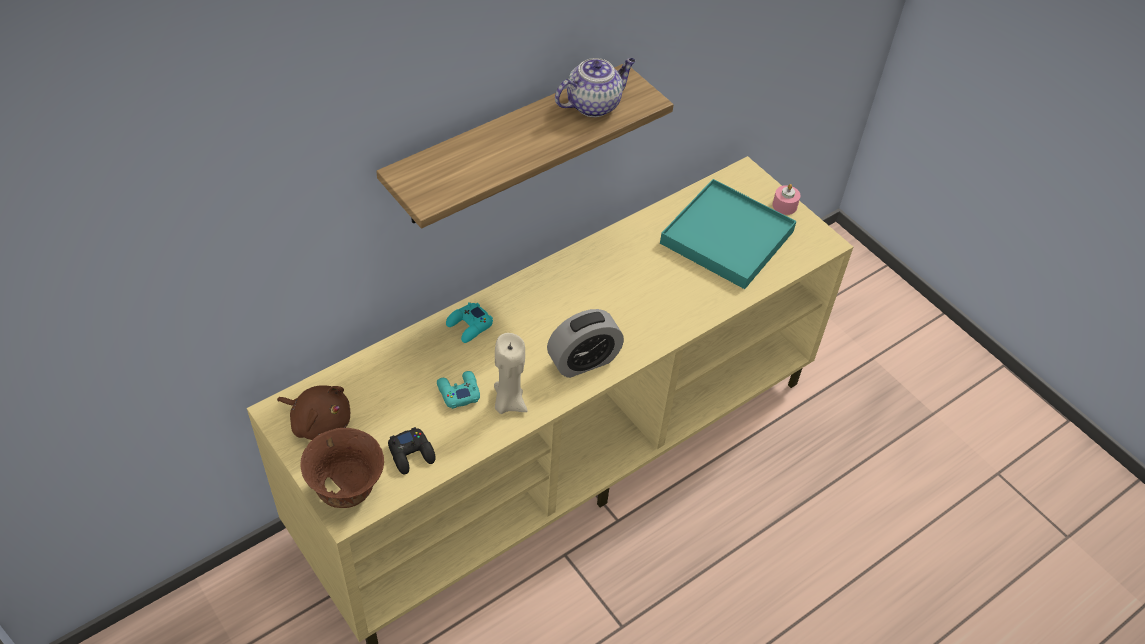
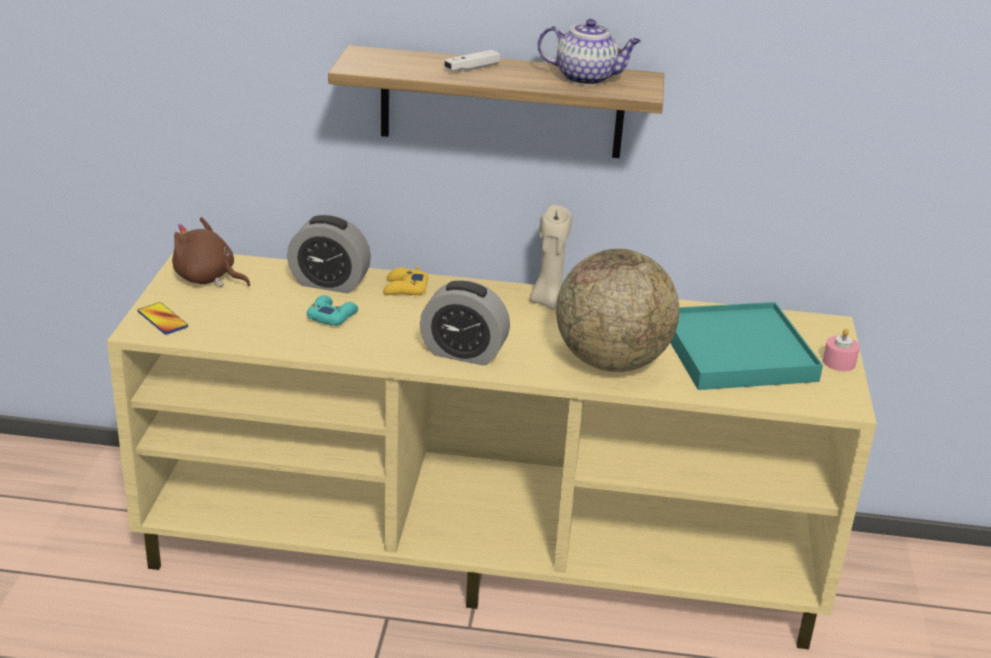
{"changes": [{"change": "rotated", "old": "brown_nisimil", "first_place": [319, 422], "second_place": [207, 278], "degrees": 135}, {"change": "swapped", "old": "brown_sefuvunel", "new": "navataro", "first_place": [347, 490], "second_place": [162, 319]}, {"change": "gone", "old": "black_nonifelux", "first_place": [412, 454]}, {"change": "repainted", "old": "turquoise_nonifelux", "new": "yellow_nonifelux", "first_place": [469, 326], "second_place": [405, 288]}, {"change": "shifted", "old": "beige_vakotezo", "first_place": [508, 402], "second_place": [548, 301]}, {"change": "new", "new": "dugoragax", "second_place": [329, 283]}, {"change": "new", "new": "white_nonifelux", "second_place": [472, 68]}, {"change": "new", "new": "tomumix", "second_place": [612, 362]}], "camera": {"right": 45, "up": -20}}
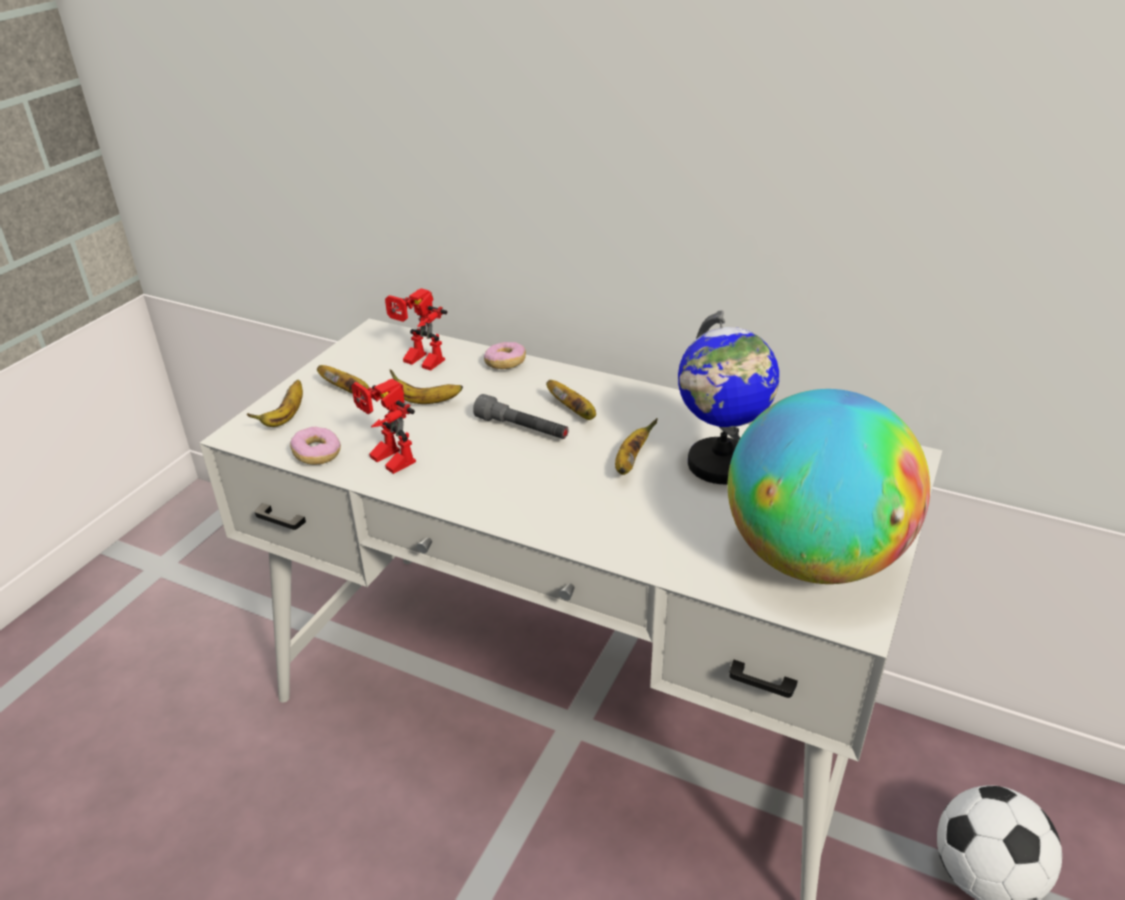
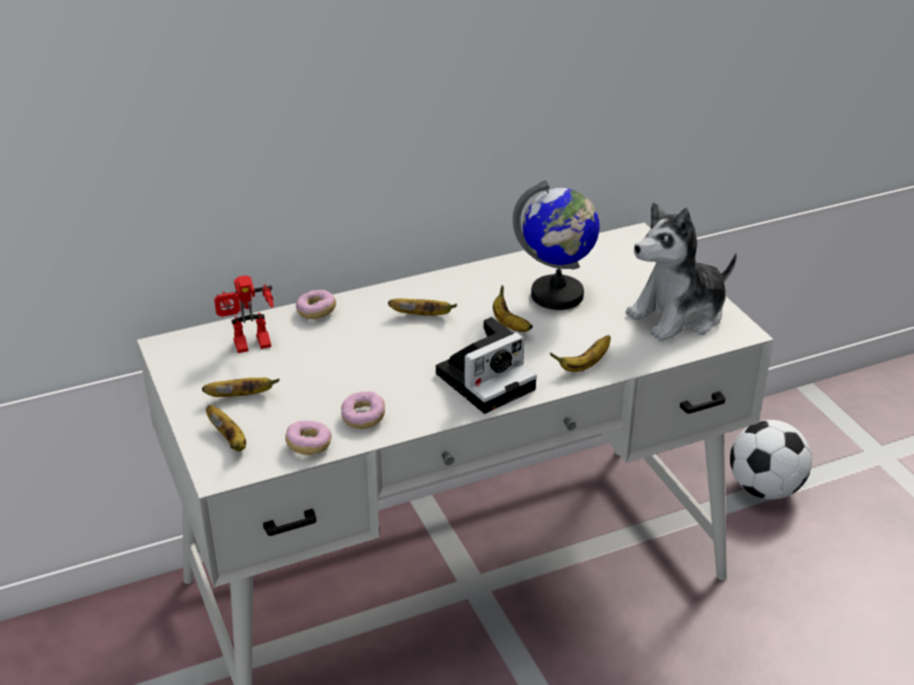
{"changes": [{"change": "swapped", "old": "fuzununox", "new": "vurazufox", "first_place": [385, 460], "second_place": [363, 418]}, {"change": "shifted", "old": "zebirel", "first_place": [425, 401], "second_place": [584, 365]}, {"change": "gone", "old": "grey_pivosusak", "first_place": [522, 429]}, {"change": "swapped", "old": "tomumix", "new": "nisimil", "first_place": [813, 559], "second_place": [678, 315]}, {"change": "new", "new": "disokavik", "second_place": [487, 379]}], "camera": {"right": -50, "up": 0}}
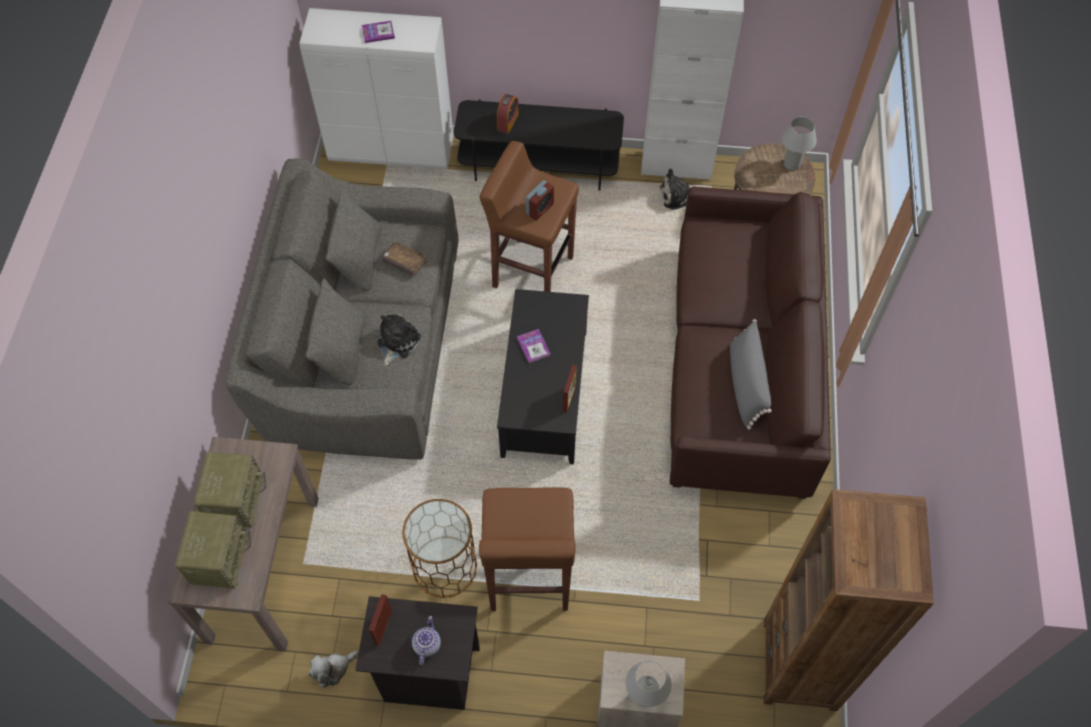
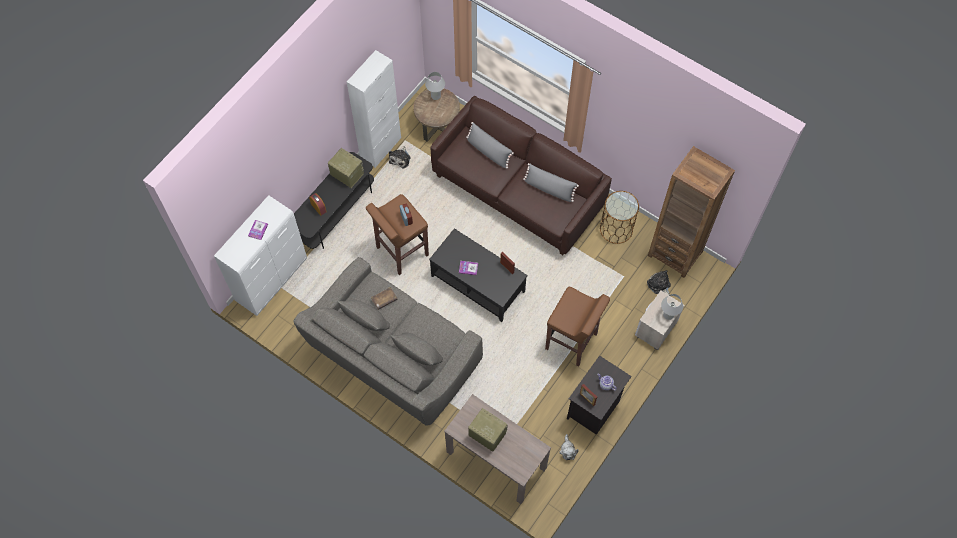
{"changes": [{"change": "shifted", "old": "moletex", "first_place": [219, 559], "second_place": [346, 174]}, {"change": "shifted", "old": "nisimil", "first_place": [397, 342], "second_place": [659, 285]}, {"change": "shifted", "old": "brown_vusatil", "first_place": [445, 567], "second_place": [616, 229]}, {"change": "new", "new": "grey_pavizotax", "second_place": [488, 151]}], "camera": {"right": -60, "up": 5}}
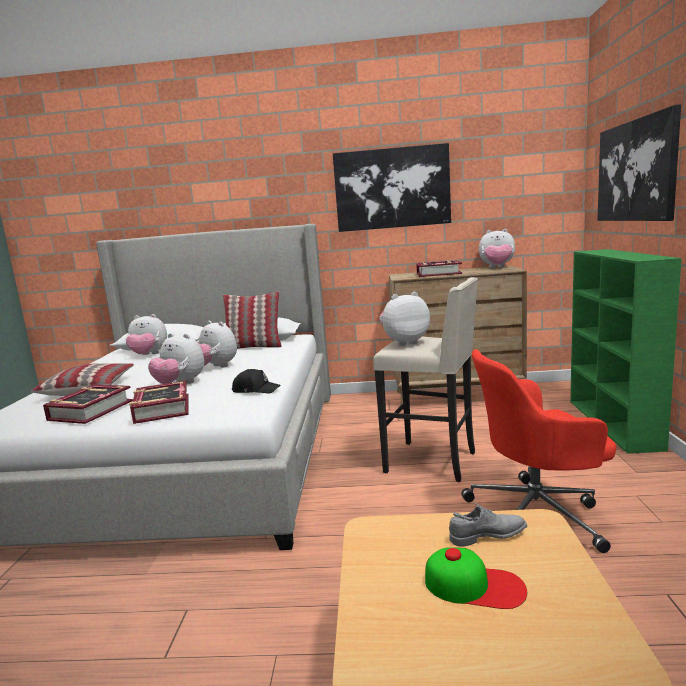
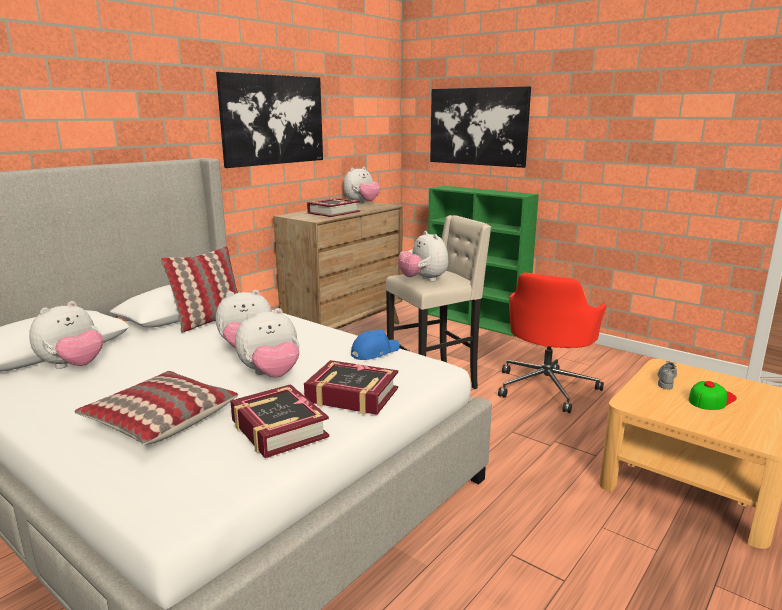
{"changes": [{"change": "repainted", "old": "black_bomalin", "new": "blue_bomalin", "first_place": [255, 390], "second_place": [374, 352]}, {"change": "rotated", "old": "nisimil", "first_place": [404, 342], "second_place": [423, 280], "degrees": -45}], "camera": {"right": -55, "up": 5}}
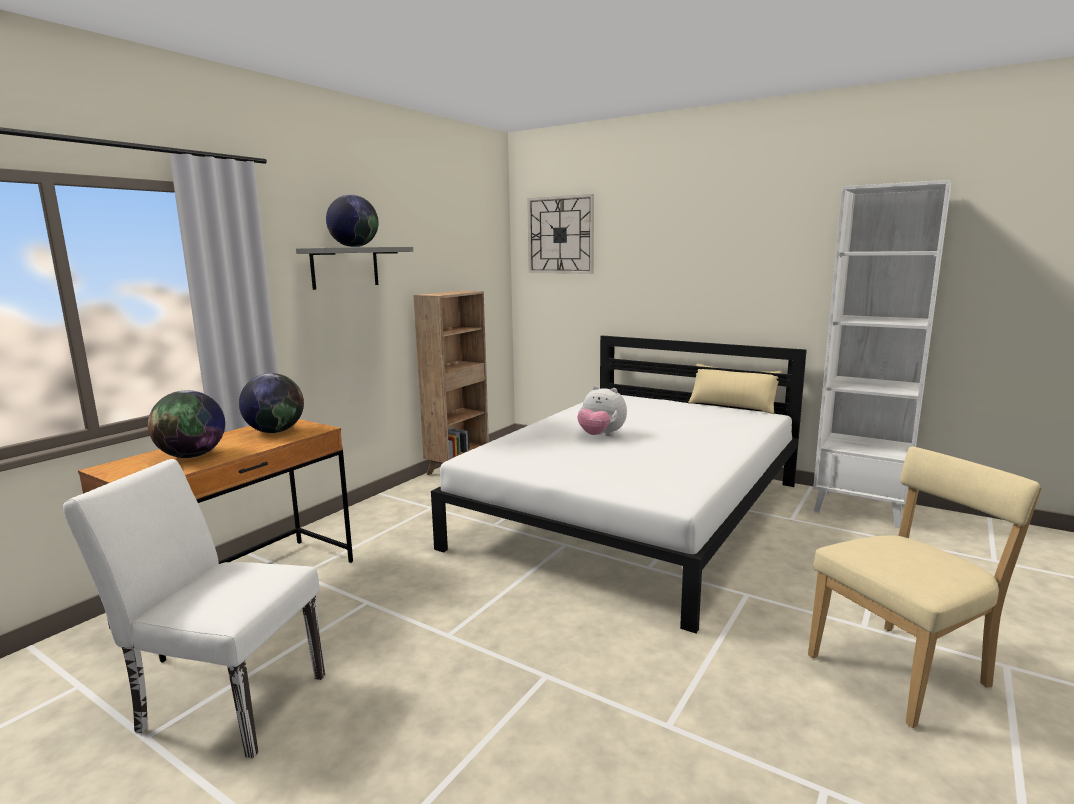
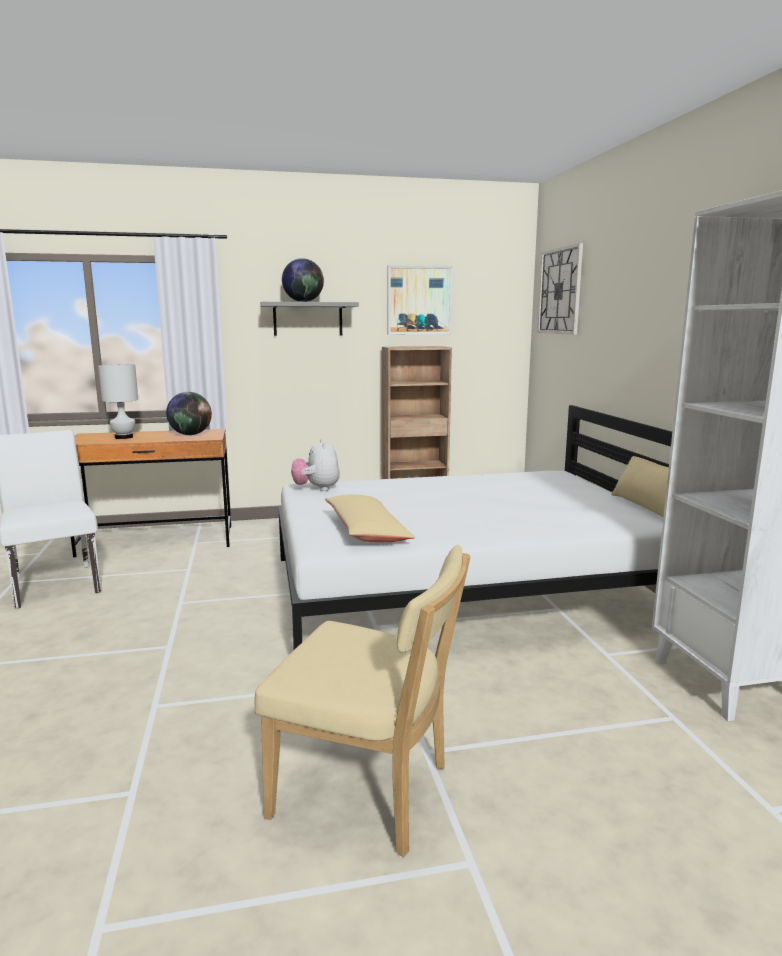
{"changes": [{"change": "swapped", "old": "tomumix", "new": "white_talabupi", "first_place": [192, 456], "second_place": [124, 437]}, {"change": "shifted", "old": "nisimil", "first_place": [601, 436], "second_place": [316, 489]}, {"change": "new", "new": "beige_pavizotax", "second_place": [366, 531]}, {"change": "new", "new": "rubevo", "second_place": [419, 300]}], "camera": {"right": 45, "up": 0}}
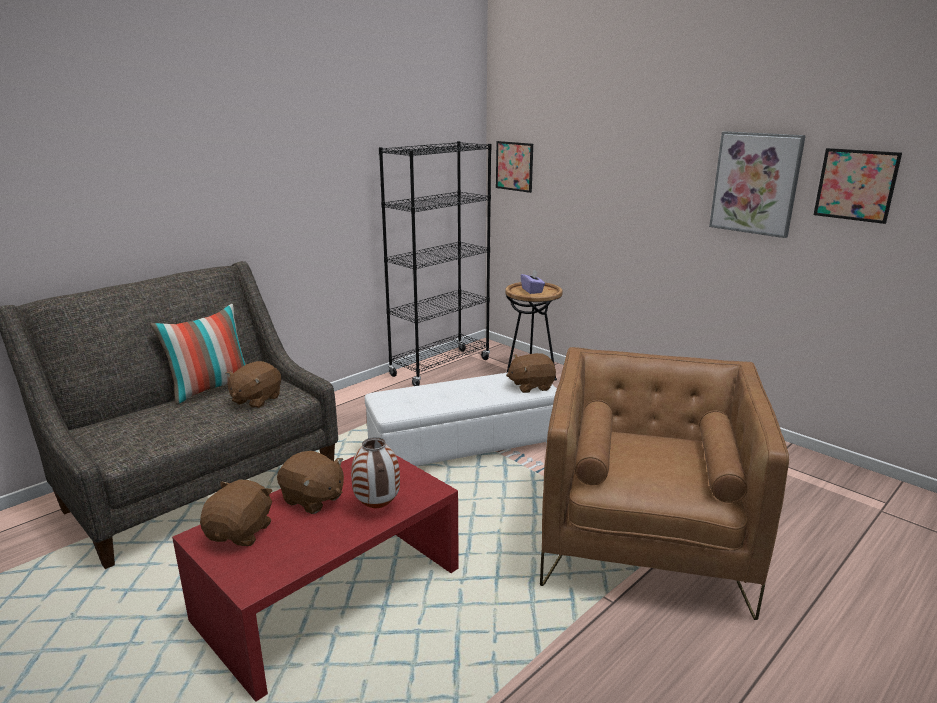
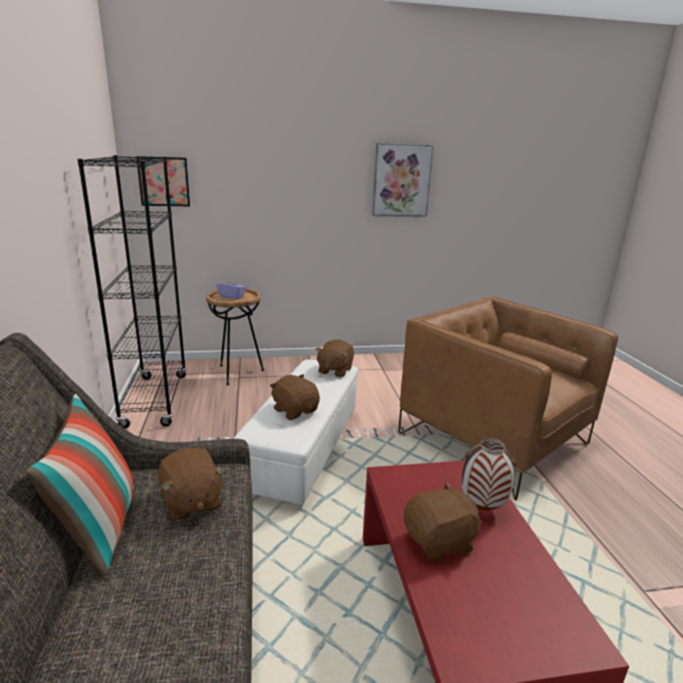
{"changes": [{"change": "shifted", "old": "brown_nisimil", "first_place": [241, 532], "second_place": [295, 410]}, {"change": "gone", "old": "rubevo", "first_place": [856, 185]}], "camera": {"right": -55, "up": 0}}
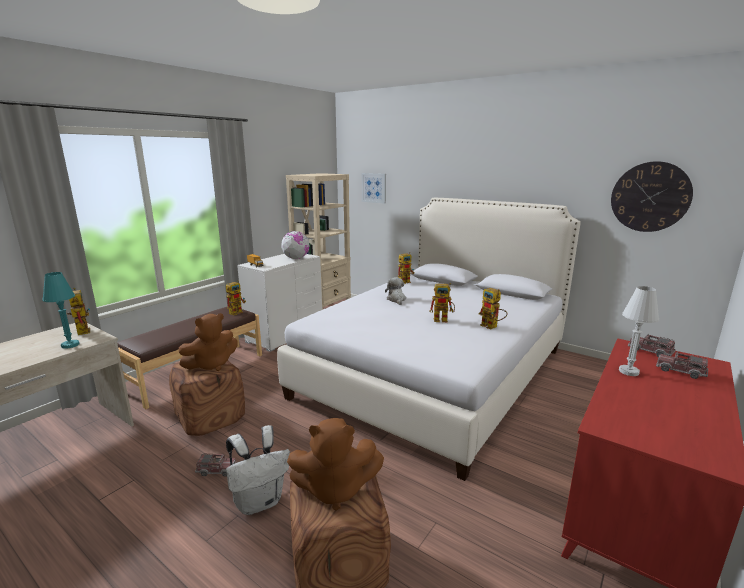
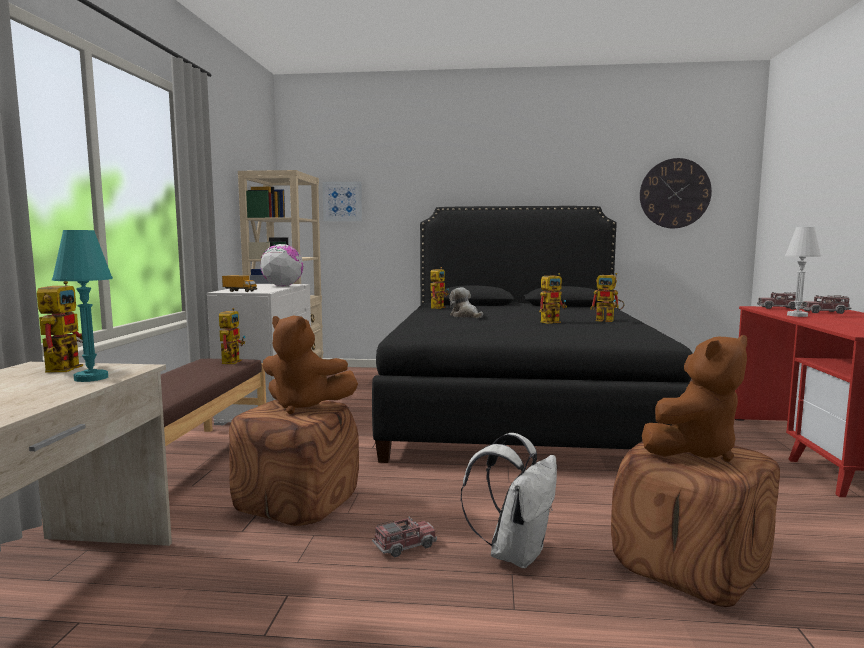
{"changes": [{"change": "rotated", "old": "fuzununox", "first_place": [81, 330], "second_place": [65, 367], "degrees": 60}, {"change": "rotated", "old": "brown_nisimil", "first_place": [211, 364], "second_place": [304, 406], "degrees": 90}, {"change": "repainted", "old": "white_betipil", "new": "black_betipil", "first_place": [435, 372], "second_place": [518, 407]}], "camera": {"right": -30, "up": -10}}
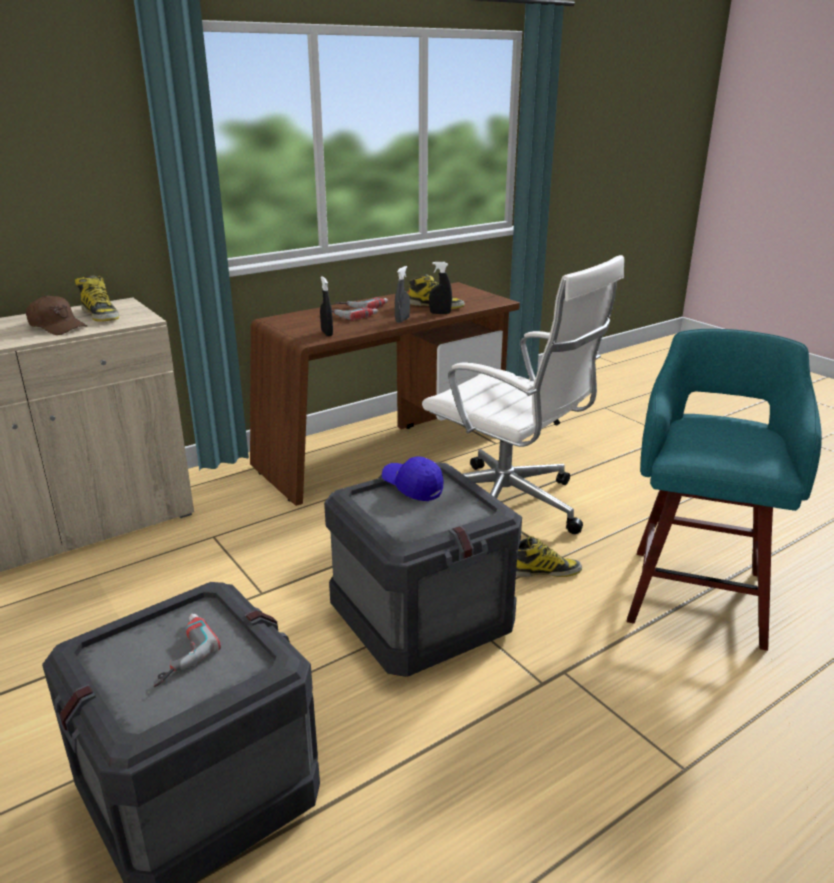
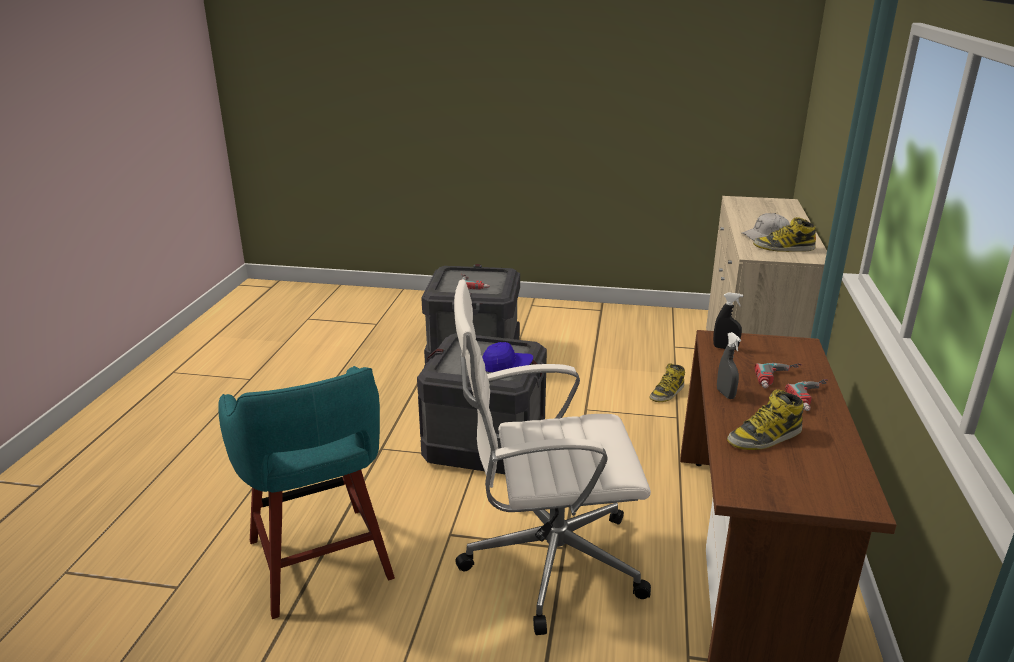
{"changes": [{"change": "repainted", "old": "brown_bomalin", "new": "white_bomalin", "first_place": [57, 326], "second_place": [765, 235]}, {"change": "gone", "old": "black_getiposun", "first_place": [440, 313]}, {"change": "shifted", "old": "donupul", "first_place": [544, 571], "second_place": [667, 393]}], "camera": {"right": 135, "up": 0}}
